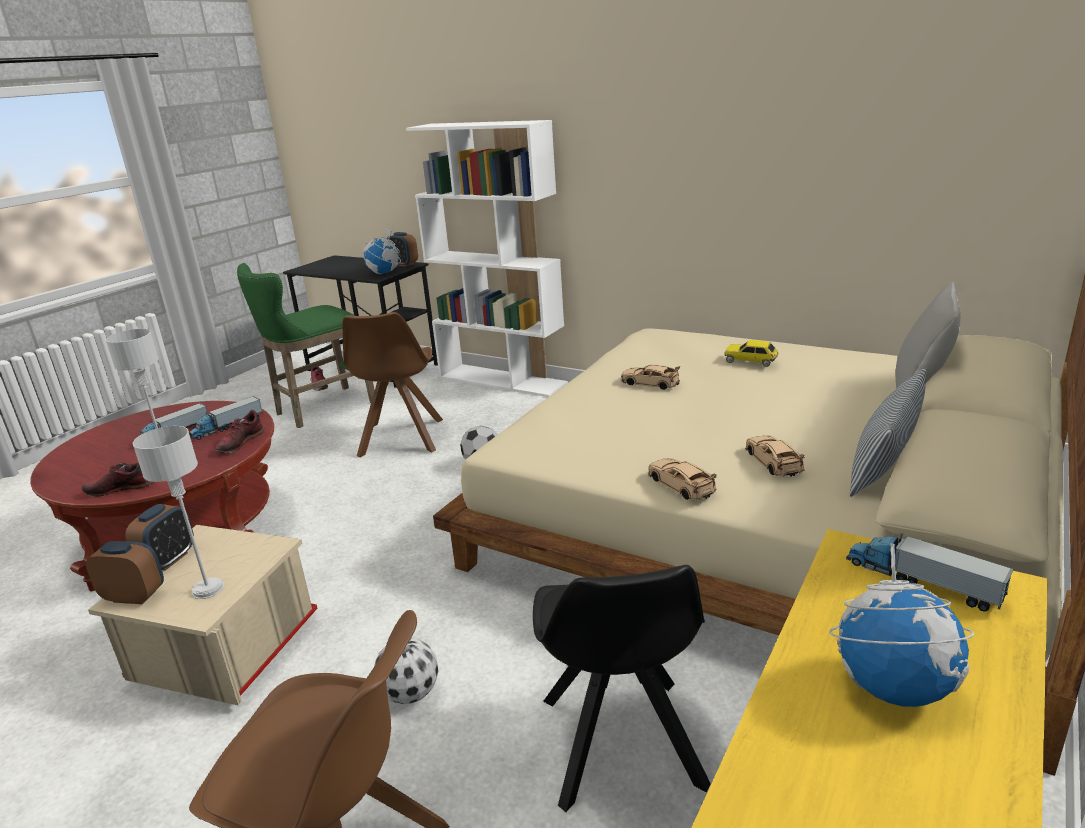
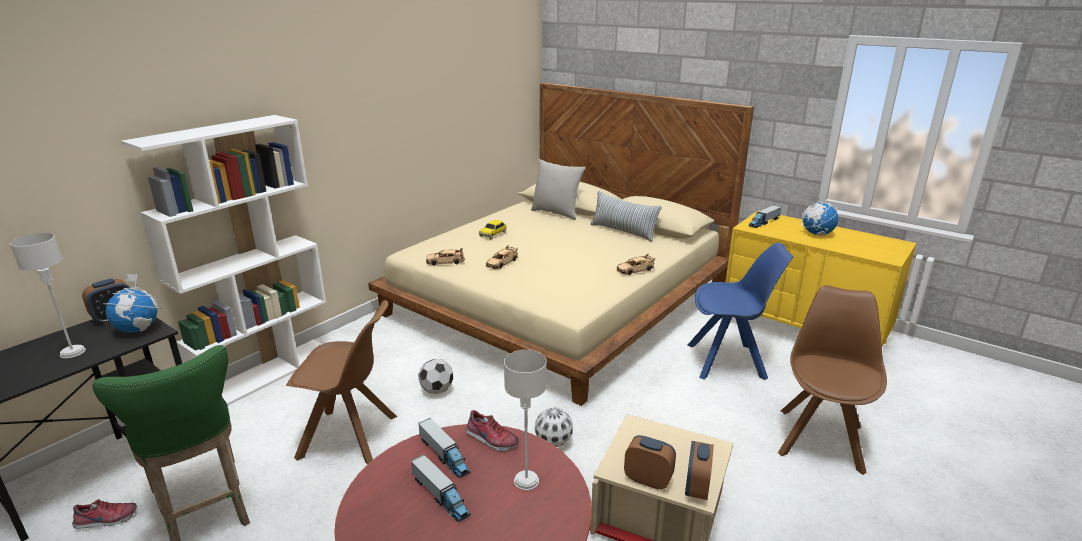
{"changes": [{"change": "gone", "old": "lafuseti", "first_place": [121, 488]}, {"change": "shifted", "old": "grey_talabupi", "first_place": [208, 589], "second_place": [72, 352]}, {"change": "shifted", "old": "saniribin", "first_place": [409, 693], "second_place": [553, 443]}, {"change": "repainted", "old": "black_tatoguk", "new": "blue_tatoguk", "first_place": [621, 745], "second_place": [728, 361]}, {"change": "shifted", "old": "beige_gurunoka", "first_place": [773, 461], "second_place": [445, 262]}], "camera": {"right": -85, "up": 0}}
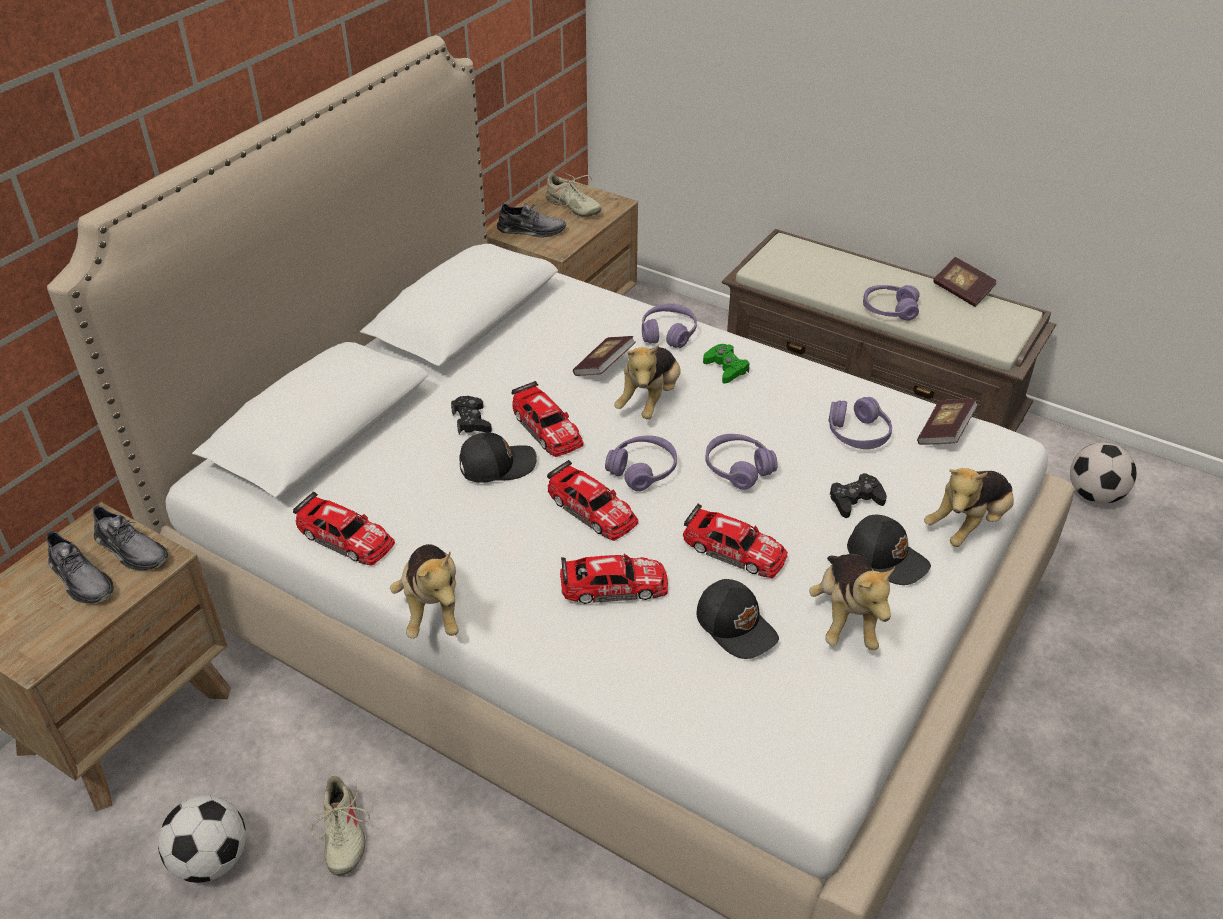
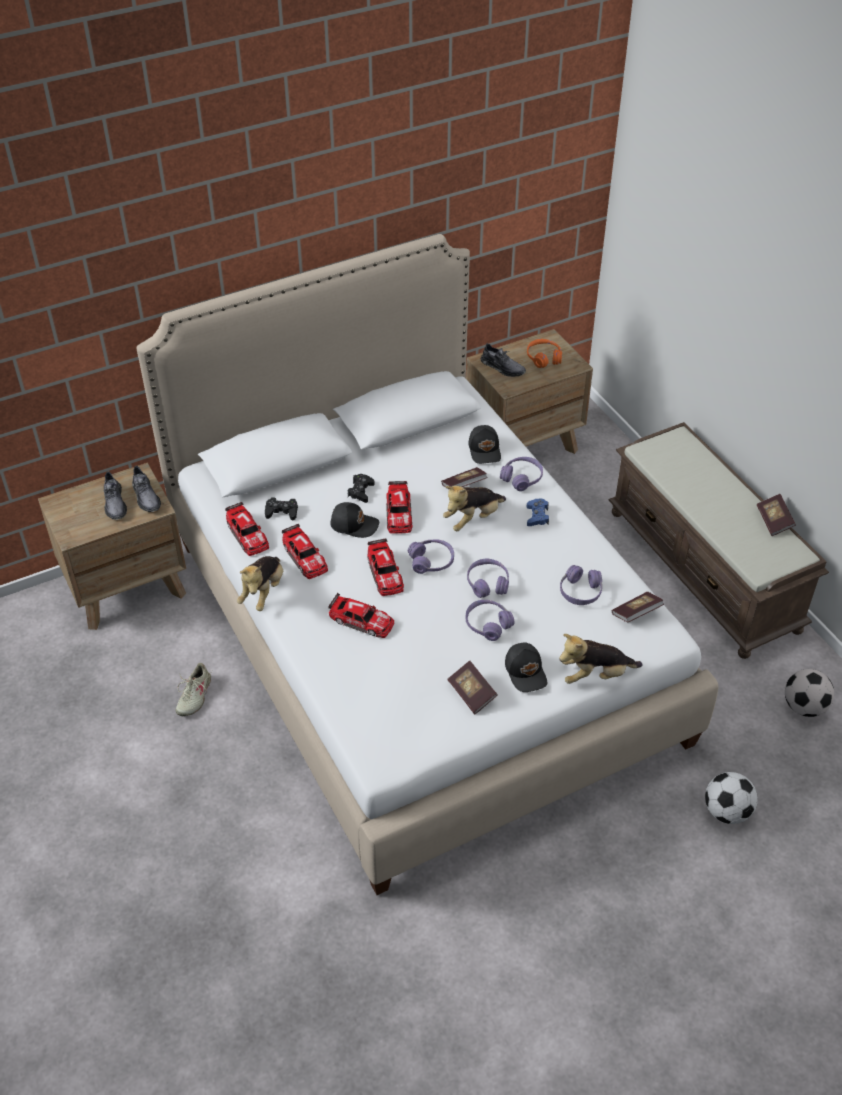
{"changes": [{"change": "shifted", "old": "saniribin", "first_place": [212, 860], "second_place": [727, 811]}, {"change": "swapped", "old": "beige_lafuseti", "new": "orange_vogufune", "first_place": [572, 207], "second_place": [544, 358]}, {"change": "shifted", "old": "gurunoka", "first_place": [734, 550], "second_place": [304, 557]}, {"change": "shifted", "old": "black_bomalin", "first_place": [736, 626], "second_place": [485, 450]}, {"change": "repainted", "old": "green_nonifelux", "new": "blue_nonifelux", "first_place": [726, 368], "second_place": [537, 516]}, {"change": "swapped", "old": "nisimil", "new": "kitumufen", "first_place": [846, 617], "second_place": [471, 693]}, {"change": "shifted", "old": "black_nonifelux", "first_place": [855, 500], "second_place": [282, 512]}, {"change": "shifted", "old": "purple_vogufune", "first_place": [889, 310], "second_place": [488, 624]}], "camera": {"right": 30, "up": 5}}
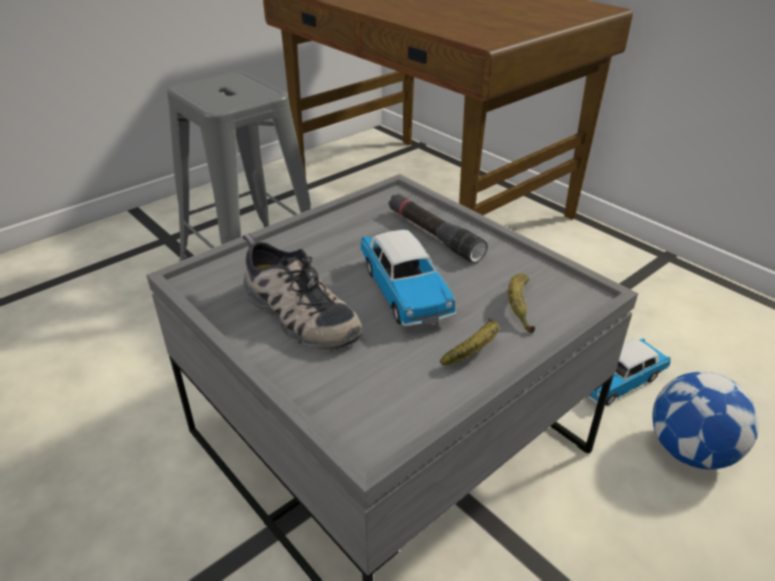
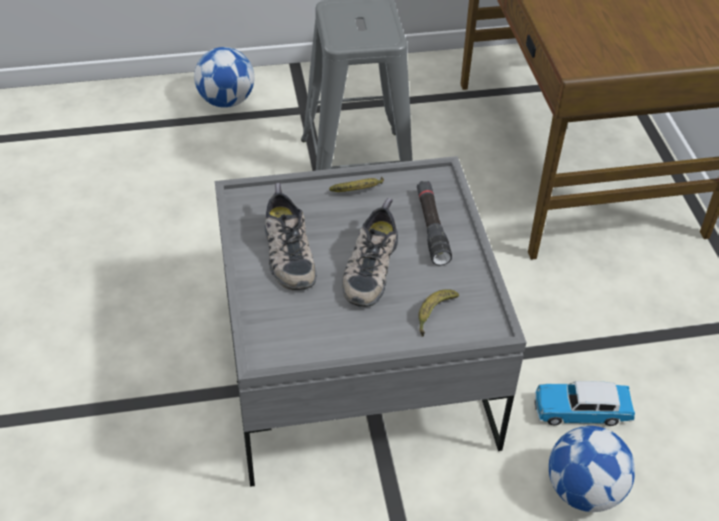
{"changes": [{"change": "swapped", "old": "gurunoka", "new": "lafuseti", "first_place": [404, 291], "second_place": [369, 266]}, {"change": "shifted", "old": "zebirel", "first_place": [475, 349], "second_place": [358, 191]}, {"change": "new", "new": "saniribin", "second_place": [226, 101]}], "camera": {"right": 30, "up": 10}}
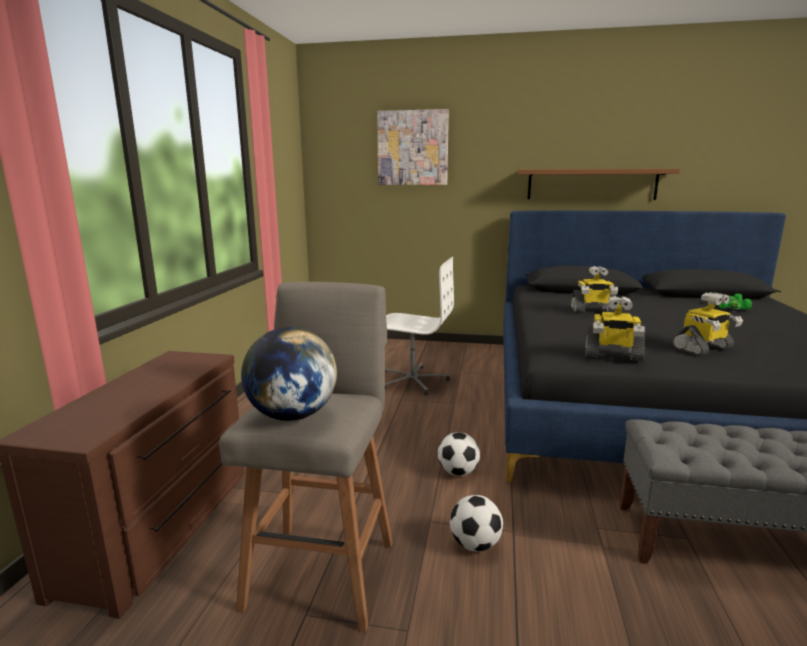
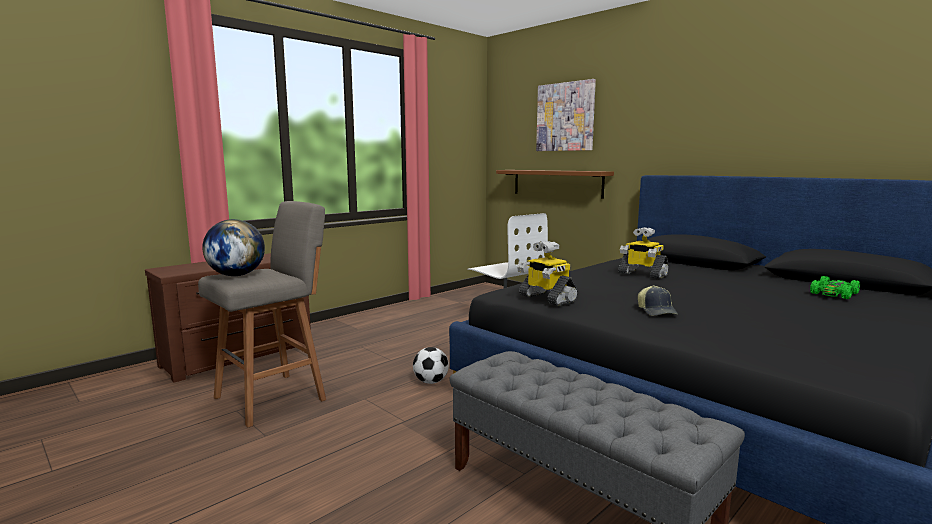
{"changes": [{"change": "gone", "old": "saniribin", "first_place": [475, 544]}, {"change": "shifted", "old": "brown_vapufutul", "first_place": [591, 184], "second_place": [557, 183]}, {"change": "swapped", "old": "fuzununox", "new": "bomalin", "first_place": [702, 348], "second_place": [657, 311]}], "camera": {"right": 35, "up": -5}}
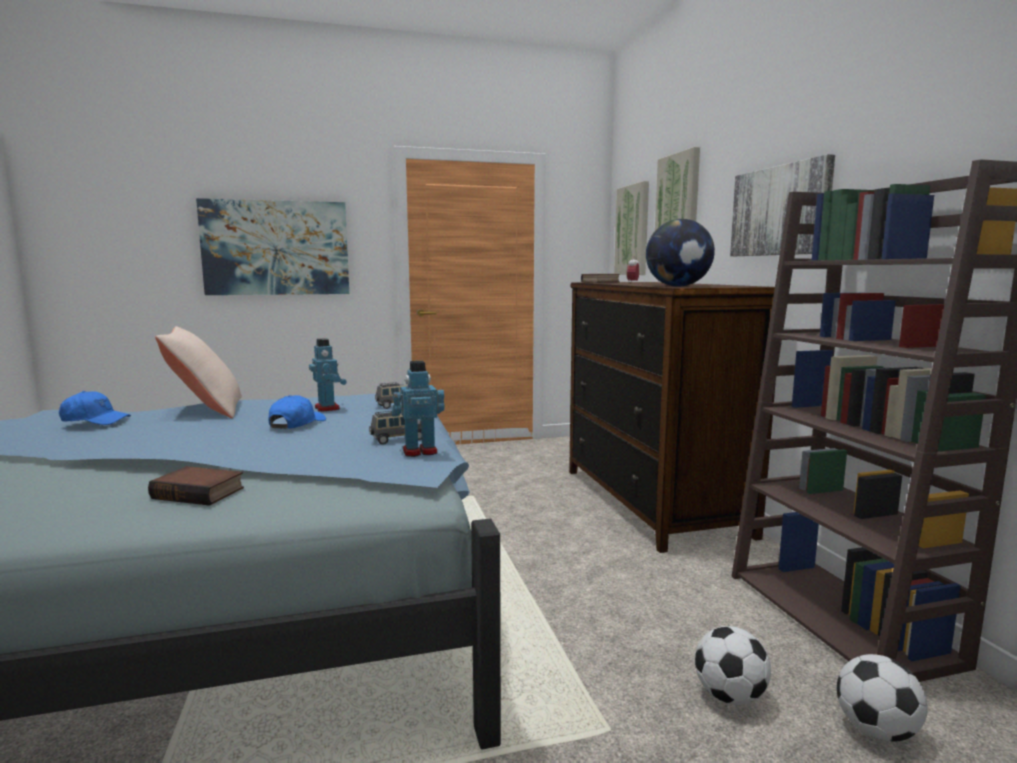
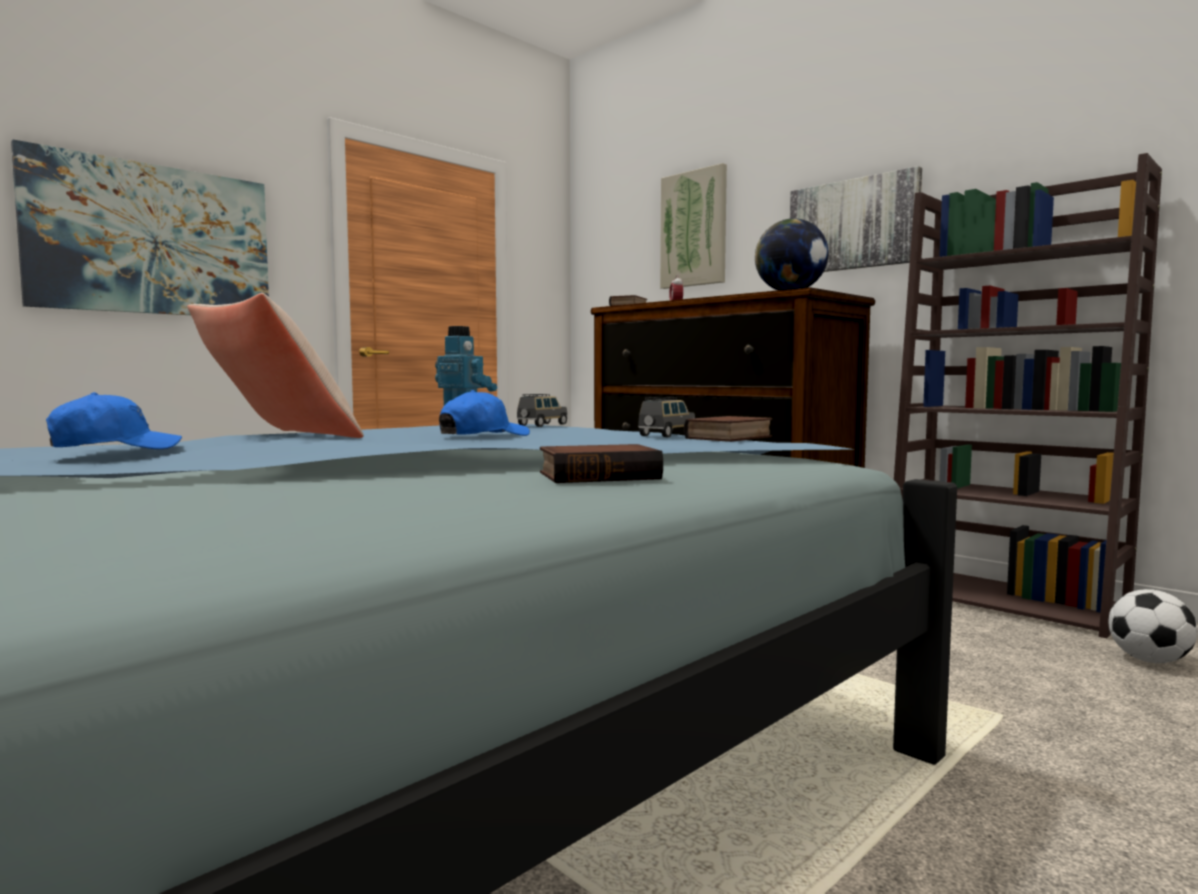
{"changes": [{"change": "rotated", "old": "blue_bomalin", "first_place": [297, 424], "second_place": [483, 436], "degrees": 60}, {"change": "swapped", "old": "fuzununox", "new": "kitumufen", "first_place": [419, 451], "second_place": [730, 438]}, {"change": "gone", "old": "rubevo", "first_place": [633, 230]}, {"change": "gone", "old": "saniribin", "first_place": [729, 696]}], "camera": {"right": -30, "up": -5}}
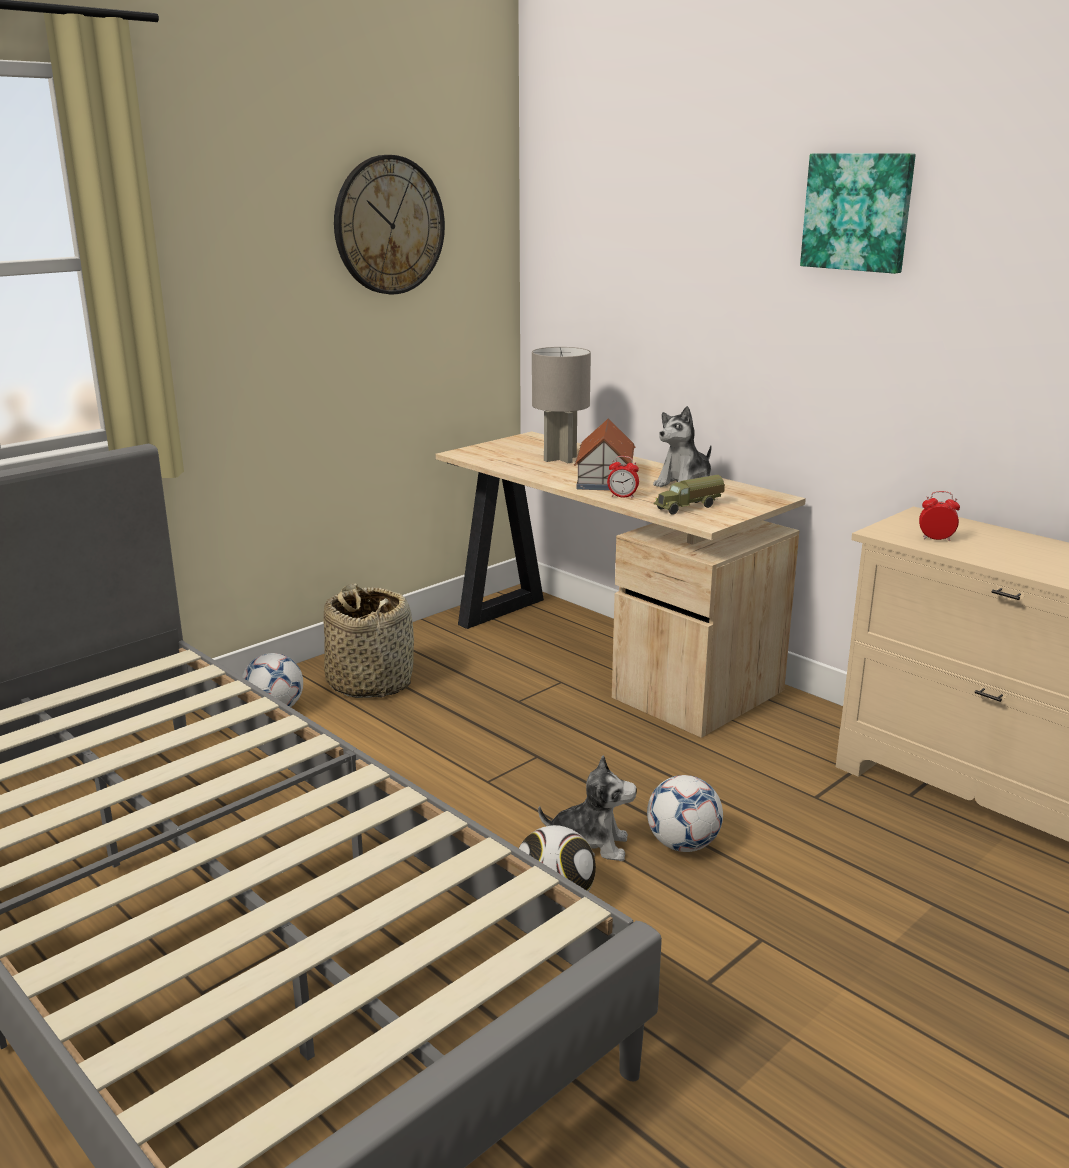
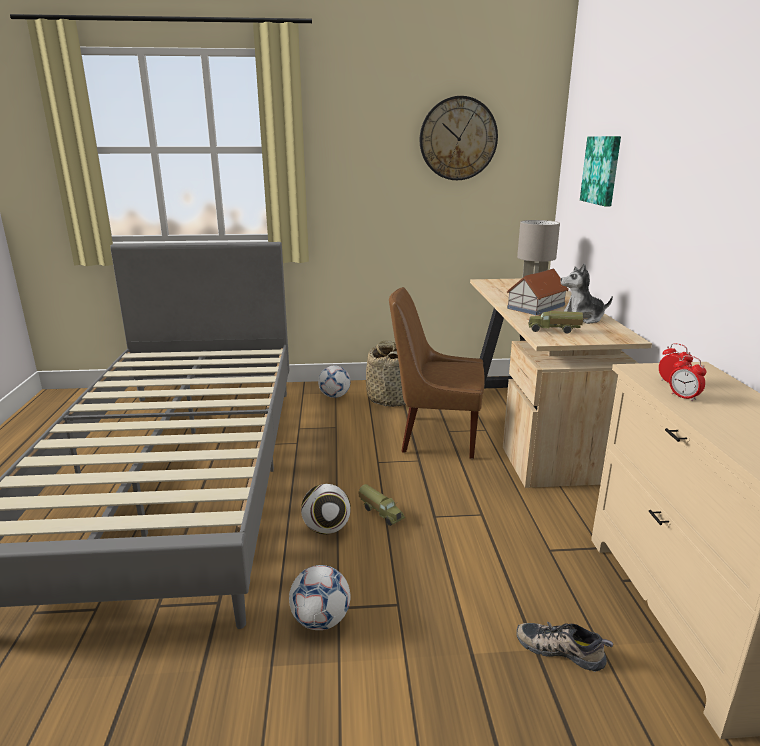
{"changes": [{"change": "swapped", "old": "nisimil", "new": "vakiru", "first_place": [590, 845], "second_place": [381, 513]}, {"change": "shifted", "old": "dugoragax", "first_place": [622, 496], "second_place": [683, 397]}, {"change": "shifted", "old": "saniribin", "first_place": [683, 844], "second_place": [321, 620]}, {"change": "shifted", "old": "rubevo", "first_place": [858, 212], "second_place": [602, 170]}, {"change": "new", "new": "brown_tatoguk", "second_place": [436, 436]}, {"change": "new", "new": "lafuseti", "second_place": [561, 649]}], "camera": {"right": 40, "up": 0}}
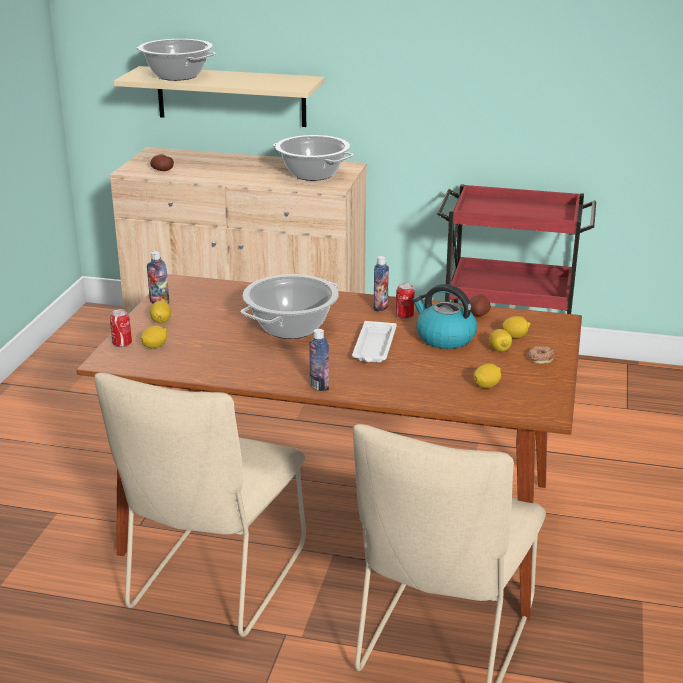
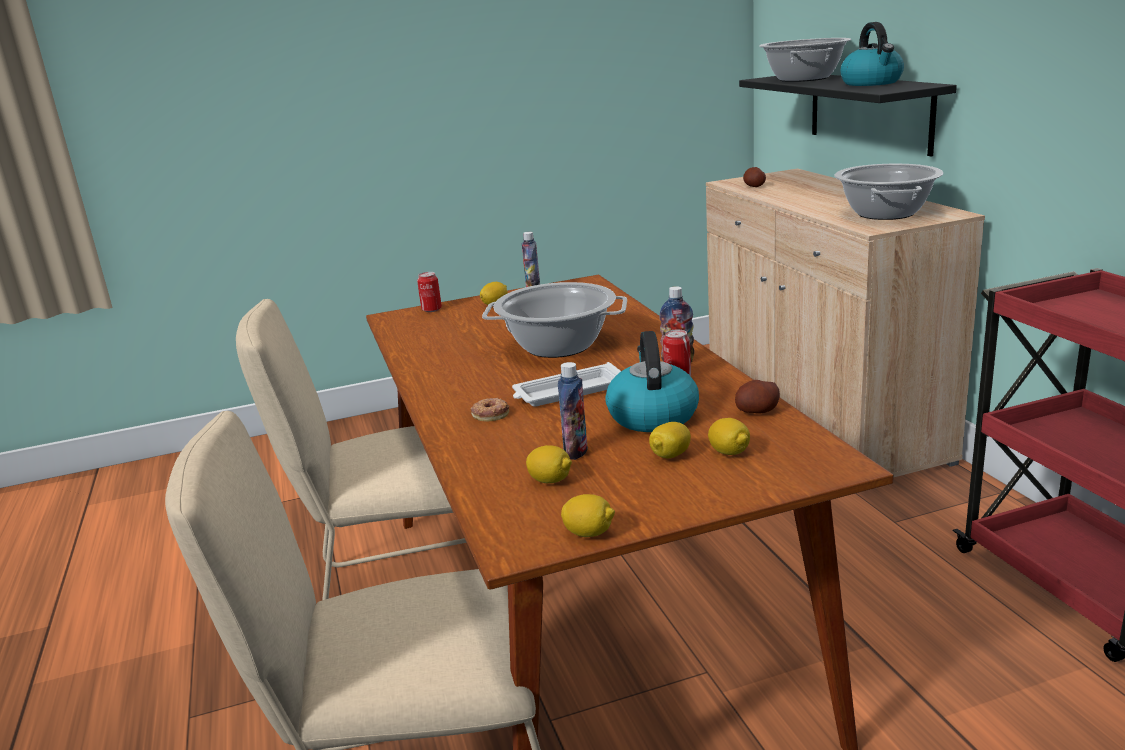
{"changes": [{"change": "repainted", "old": "beige_vapufutul", "new": "black_vapufutul", "first_place": [231, 96], "second_place": [869, 111]}, {"change": "shifted", "old": "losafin", "first_place": [155, 346], "second_place": [589, 533]}, {"change": "shifted", "old": "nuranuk", "first_place": [319, 386], "second_place": [575, 452]}, {"change": "shifted", "old": "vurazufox", "first_place": [540, 358], "second_place": [490, 414]}, {"change": "new", "new": "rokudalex", "second_place": [872, 83]}], "camera": {"right": 60, "up": -5}}
